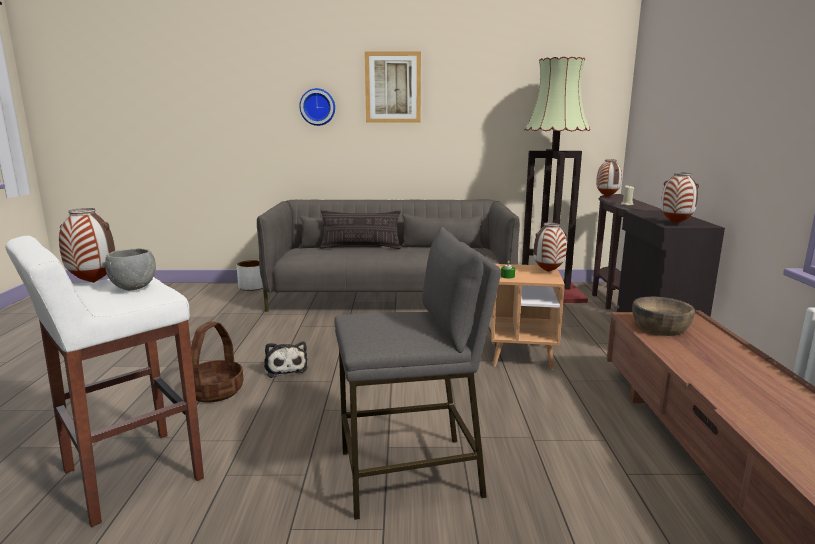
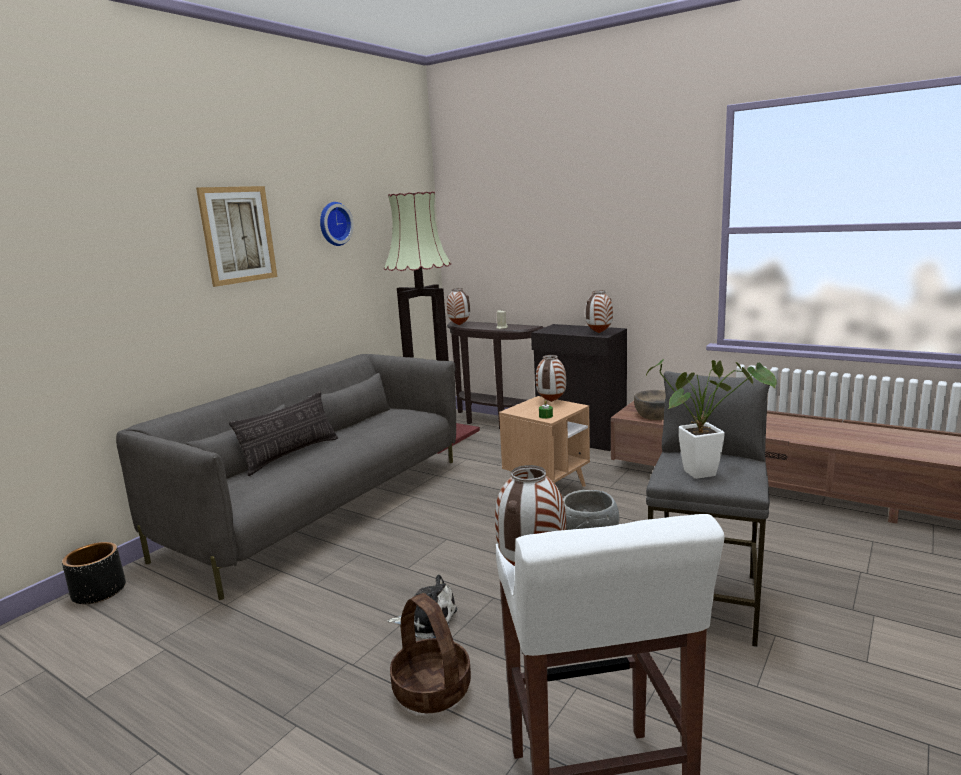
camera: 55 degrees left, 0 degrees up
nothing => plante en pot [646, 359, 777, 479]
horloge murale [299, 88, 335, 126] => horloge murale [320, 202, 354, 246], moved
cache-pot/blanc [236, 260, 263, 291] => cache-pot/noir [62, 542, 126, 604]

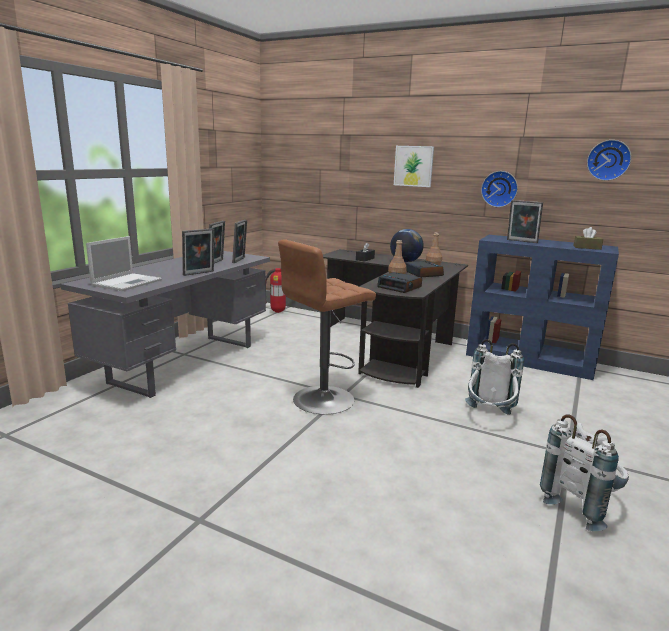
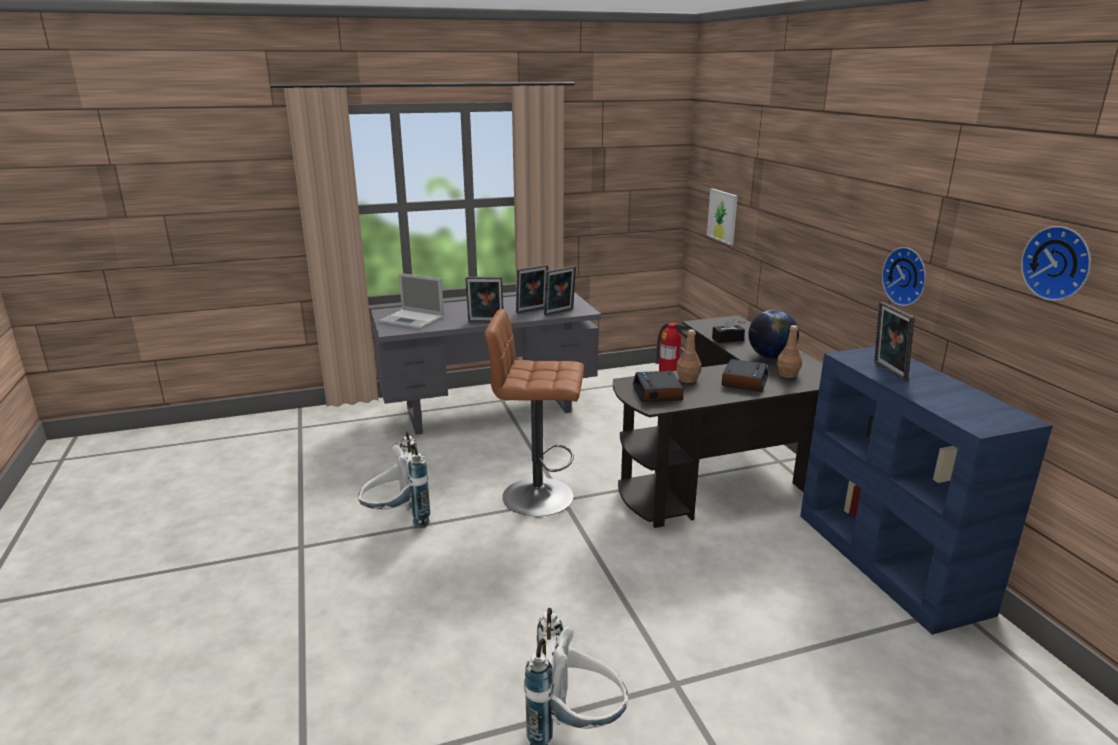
camera: 45 degrees right, 5 degrees up
boîte à mouchoirs/marron [573, 227, 603, 250] => nothing
tableau [394, 146, 434, 187] => tableau [707, 188, 738, 245], moved
sac à dos/blanc [465, 339, 524, 415] => sac à dos/blanc [358, 432, 430, 528], moved
ordinateur portable [86, 236, 162, 291] => ordinateur portable [379, 273, 444, 329], 45 degrees clockwise

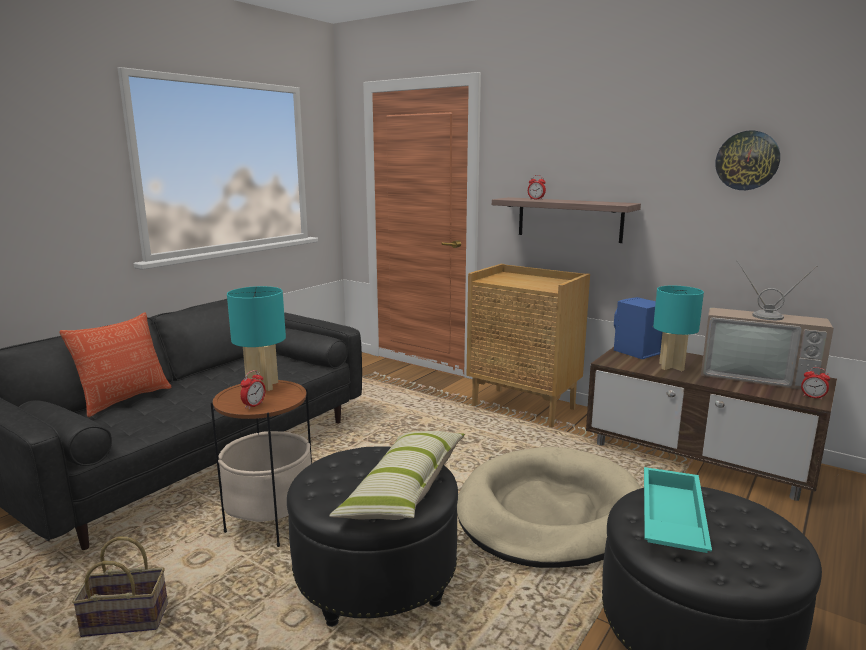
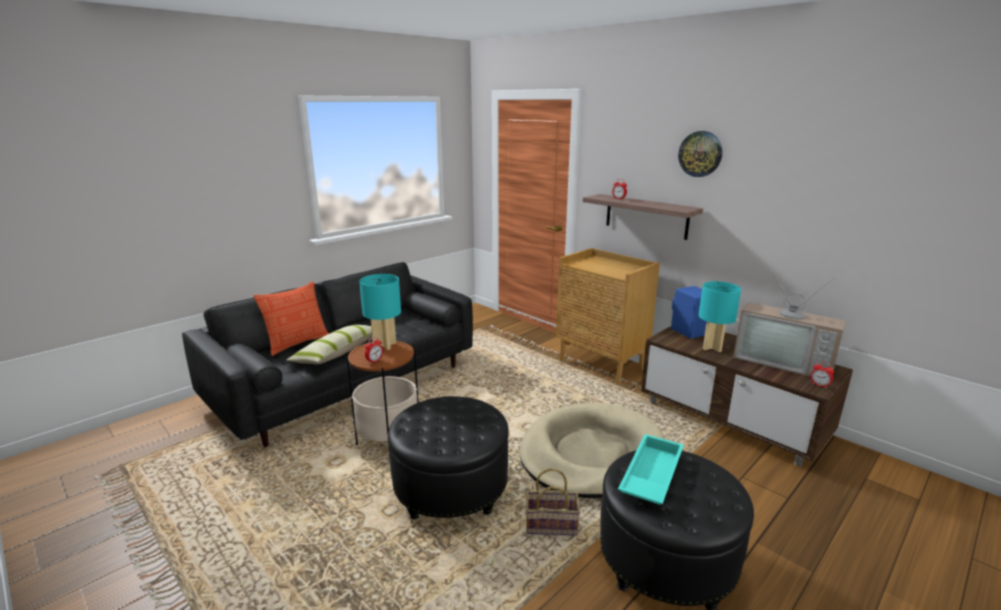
camera: 10 degrees right, 5 degrees up
panier [72, 536, 168, 637] => panier [526, 468, 580, 535], moved
coussin [329, 431, 465, 520] => coussin [286, 325, 372, 364], moved
horloge murale [715, 131, 780, 190] => horloge murale [678, 131, 722, 177], moved

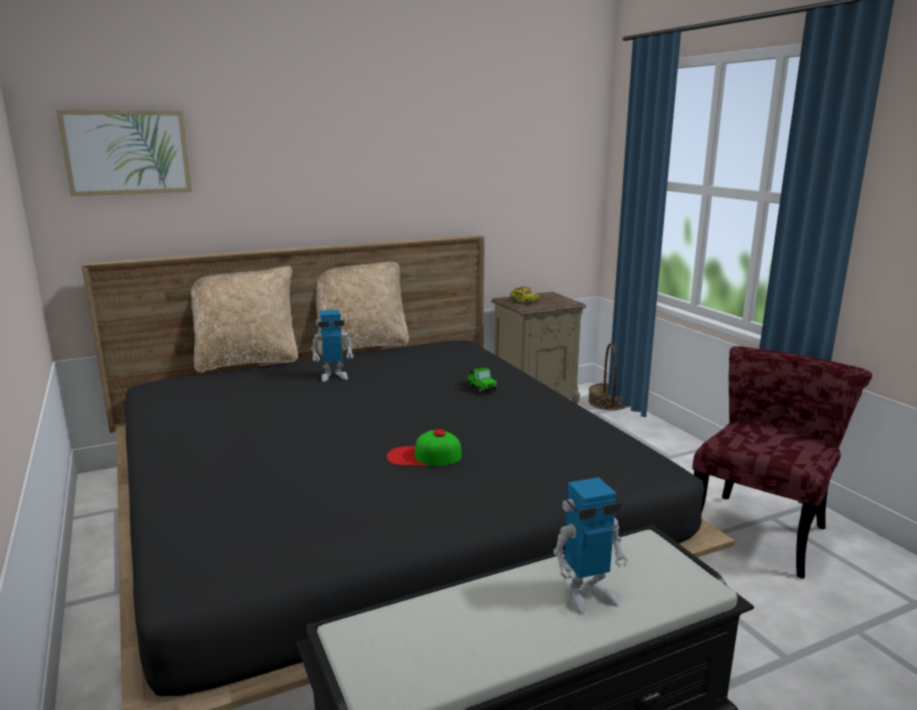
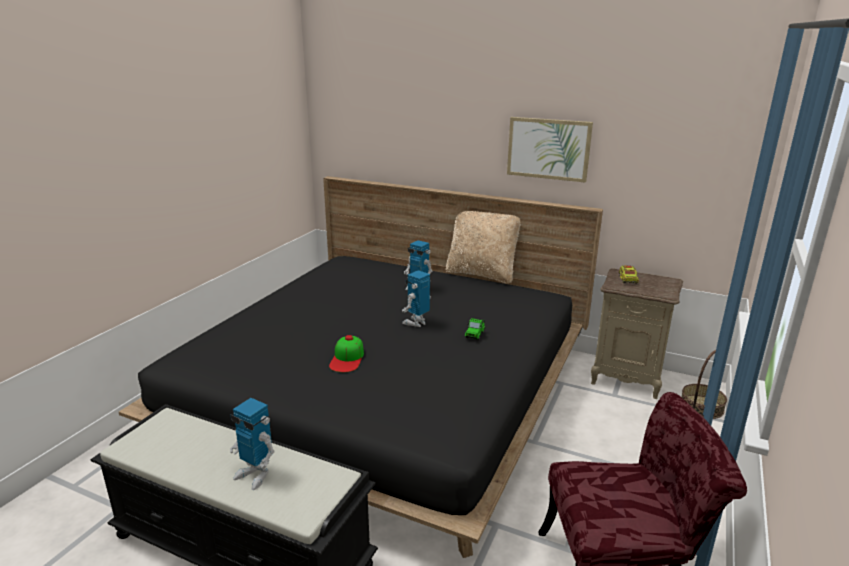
camera: 50 degrees right, 5 degrees up
coussin/beige [191, 266, 298, 372] => nothing
nothing => robot jouet [402, 270, 431, 327]
tableau [56, 110, 192, 196] => tableau [507, 117, 593, 182], moved
casquette [387, 429, 462, 466] => casquette [329, 335, 364, 372], 135 degrees counterclockwise

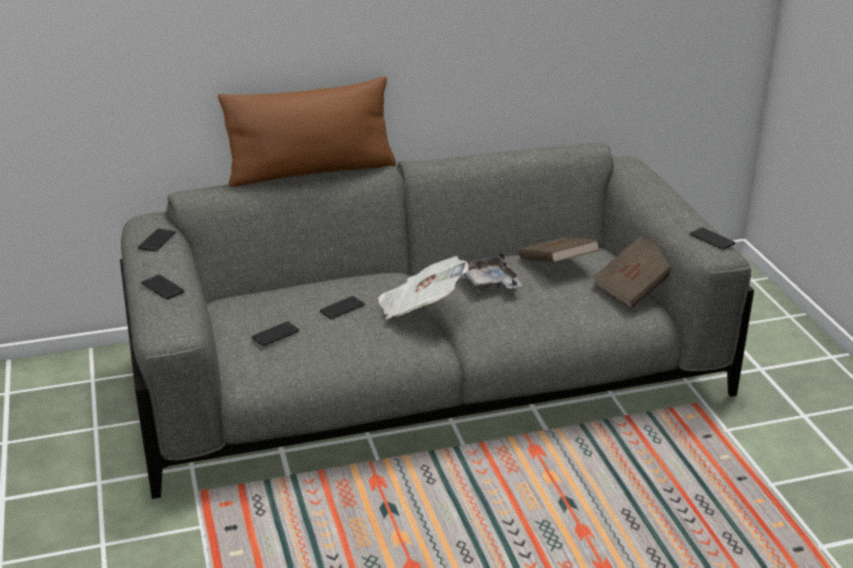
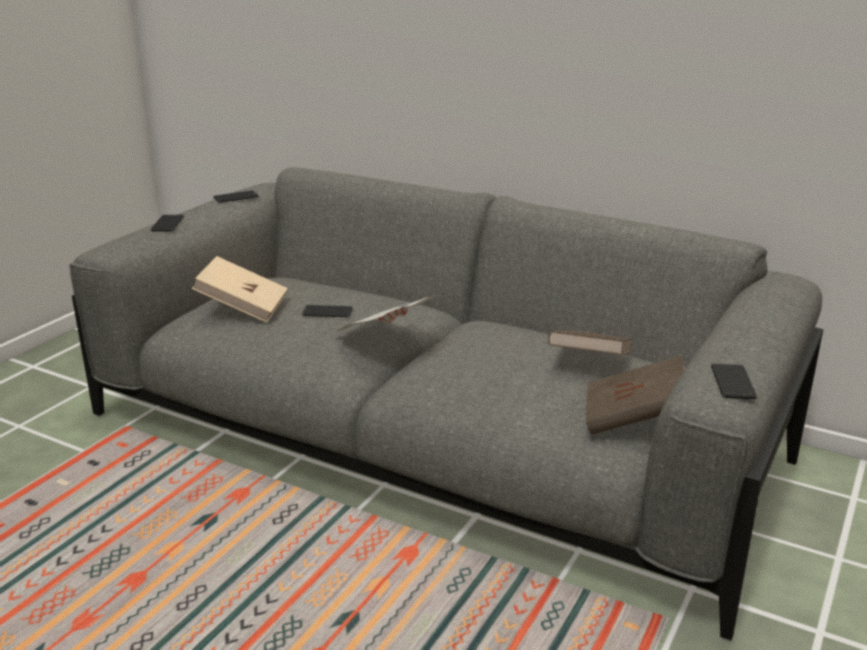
camera: 45 degrees right, 5 degrees down
coussin/marron [218, 77, 396, 187] => nothing
plateau/gris [464, 252, 523, 291] => nothing
téléphone [252, 322, 300, 346] => livre/beige [192, 256, 288, 323]

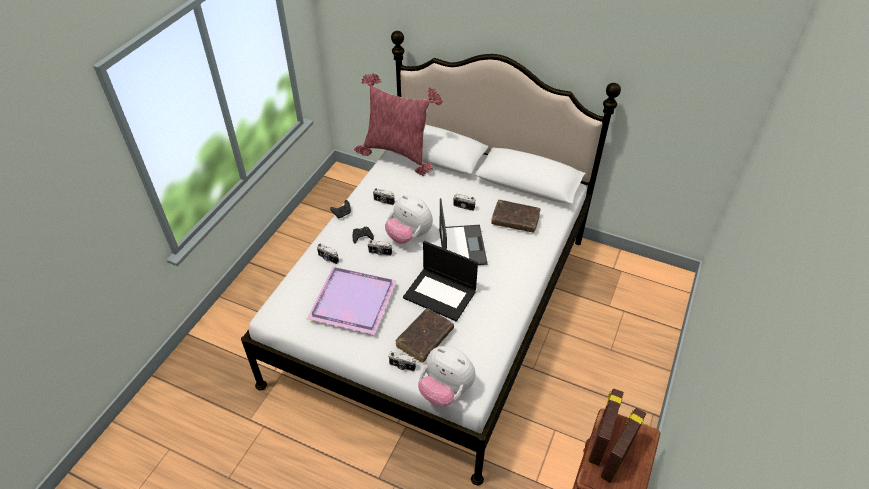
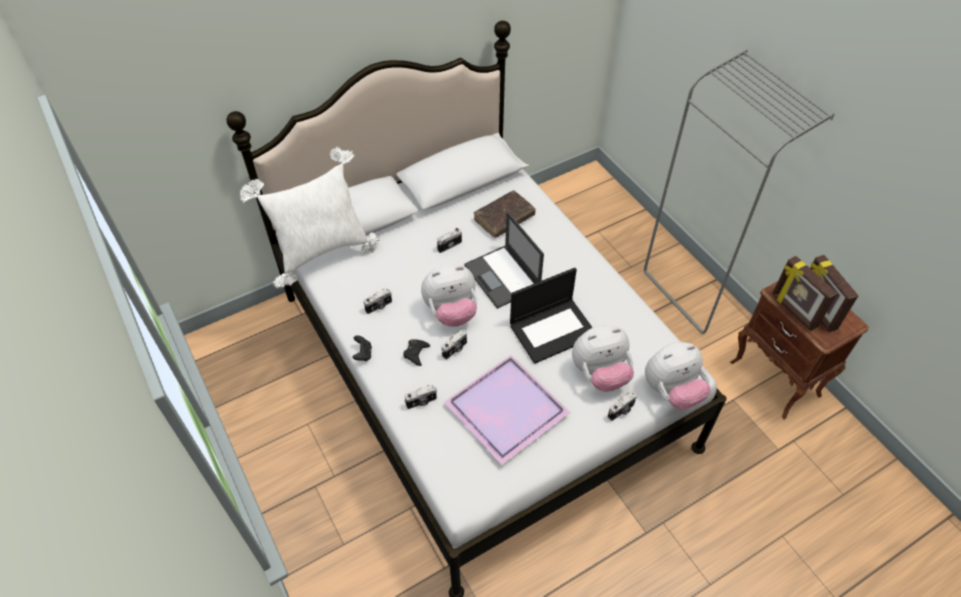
camera: 55 degrees left, 5 degrees up
nothing => portant/gris [644, 49, 835, 334]
livre/marron [395, 308, 454, 363] => peluche [572, 325, 634, 391]
coussin/rouge [354, 74, 443, 176] => coussin/blanc [240, 146, 380, 288]
ordinateur portable [439, 198, 488, 265] => ordinateur portable [464, 211, 544, 309], 150 degrees counterclockwise

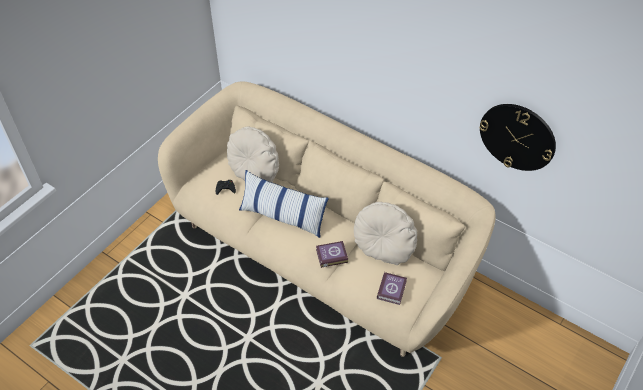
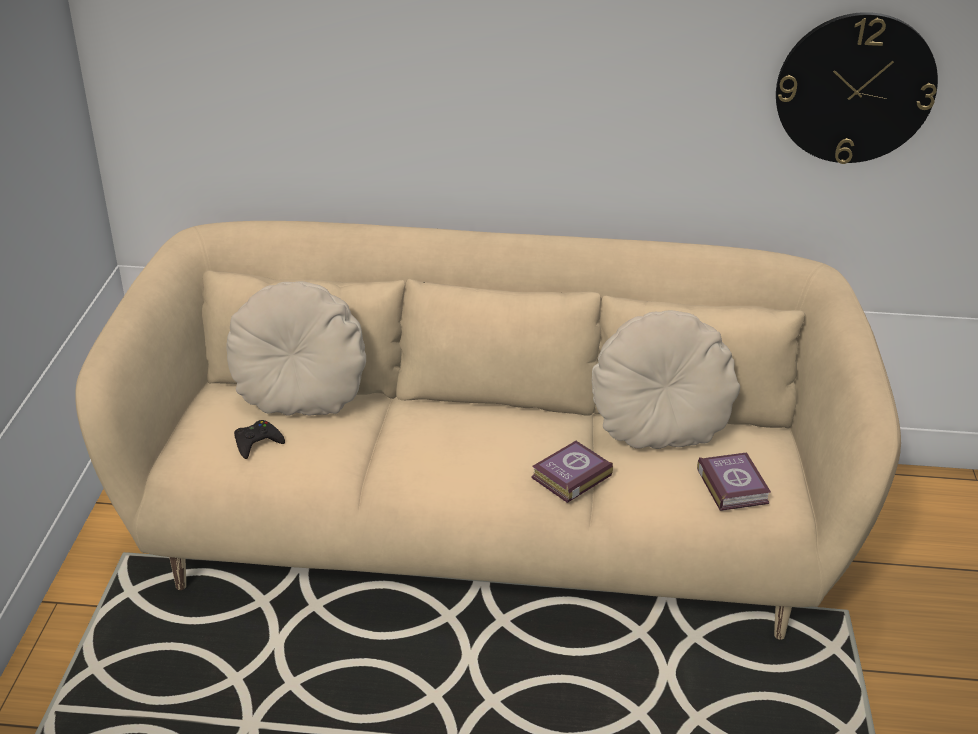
camera: 30 degrees left, 15 degrees down
coussin [239, 170, 329, 238] => nothing

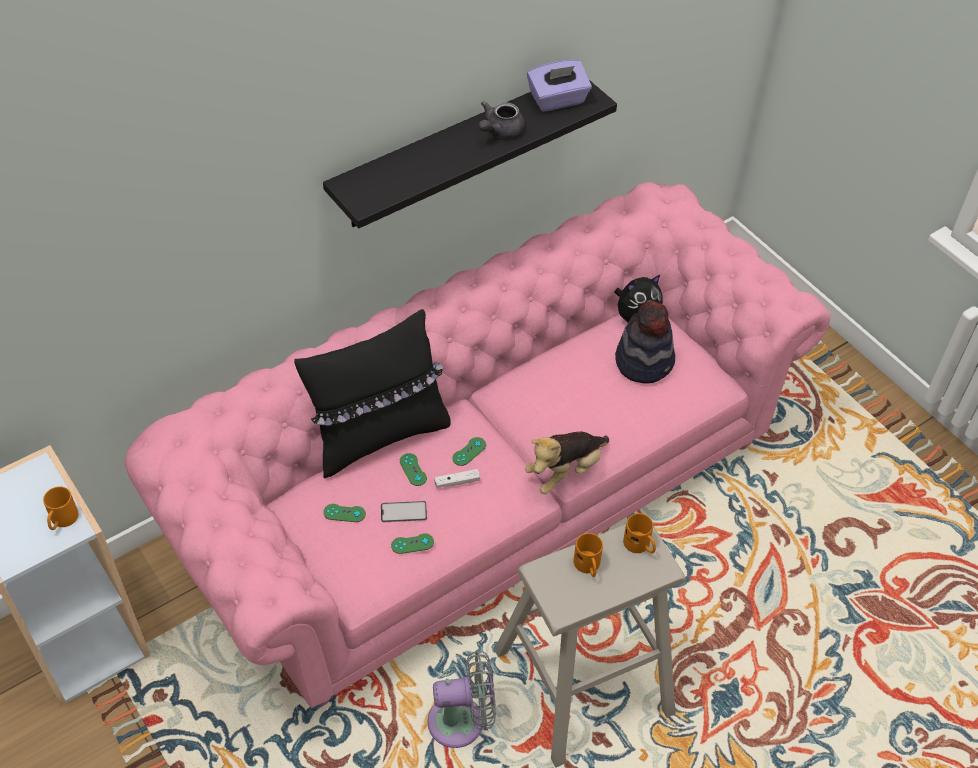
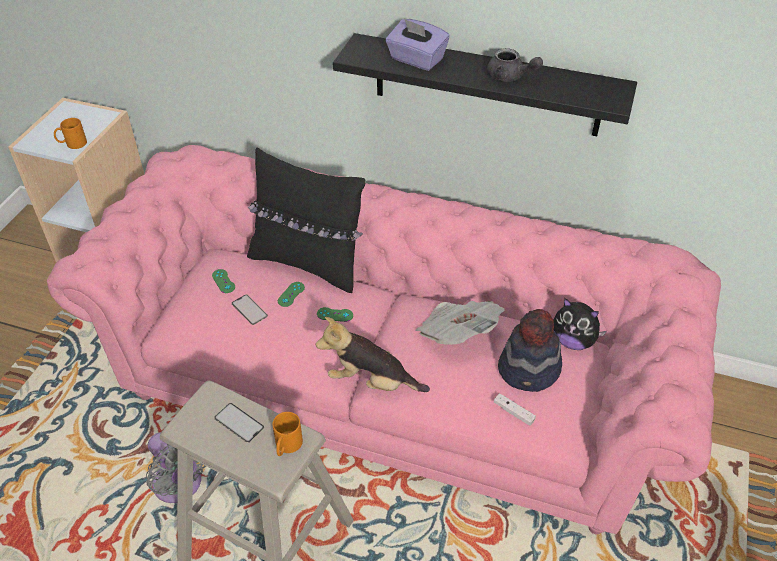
camera: 55 degrees right, 5 degrees down
manette/vert [391, 533, 434, 554] => nothing
nothing => journal [415, 301, 505, 345]
manette/blanc [434, 469, 480, 488] => manette/blanc [494, 393, 536, 426], moved
boîte à mouchoirs/violet [527, 60, 592, 112] => boîte à mouchoirs/violet [386, 19, 450, 71], moved
mug/orange [574, 533, 603, 577] => téléphone [214, 403, 264, 443]
théière/gris [479, 101, 525, 138] => théière/gris [487, 48, 543, 82], 150 degrees counterclockwise

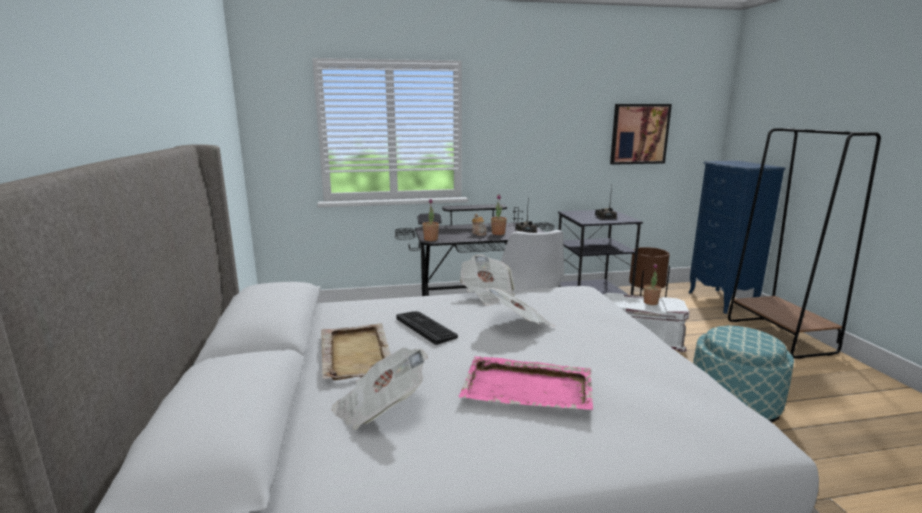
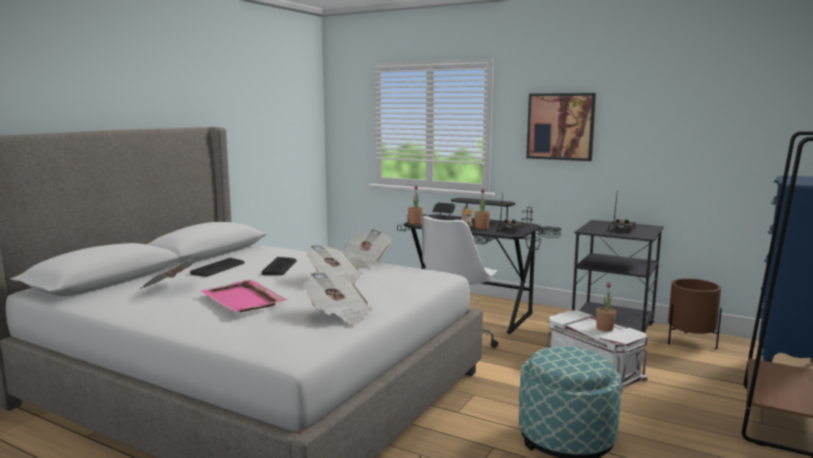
camera: 40 degrees right, 5 degrees down
nothing => journal [303, 272, 372, 325]
tableau [610, 104, 672, 165] => tableau [526, 93, 596, 161], moved
plateau/beige [321, 323, 390, 380] => clavier [190, 258, 245, 277]

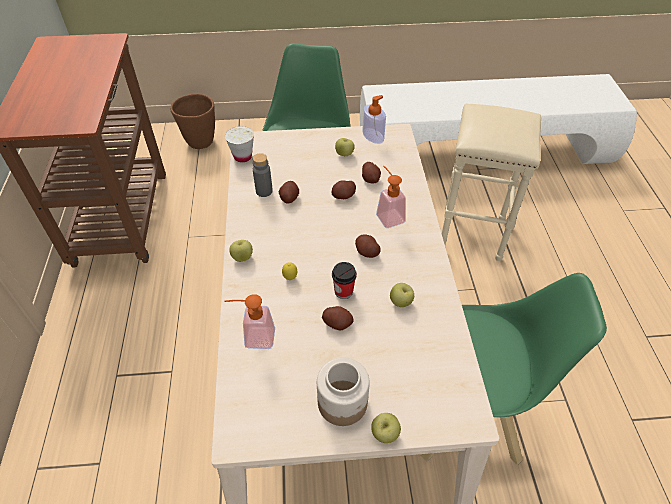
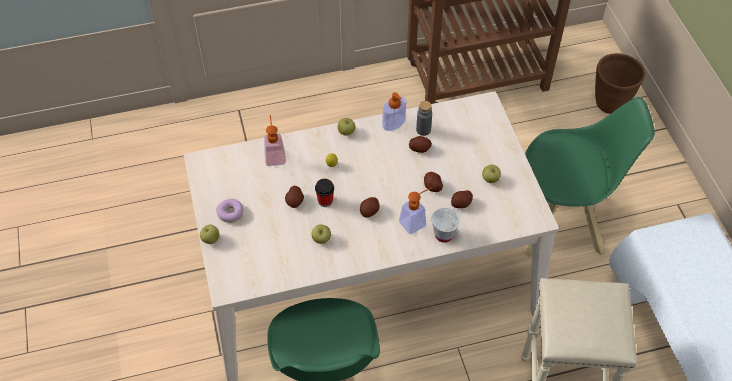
camera: 80 degrees right, 5 degrees up
tasse/blanc [225, 126, 254, 162] => tasse/blanc [431, 208, 461, 242], moved
distributeur de savon [362, 95, 386, 144] => distributeur de savon [382, 92, 406, 131], moved
bocal [317, 357, 370, 426] => beignet [216, 199, 244, 223]

